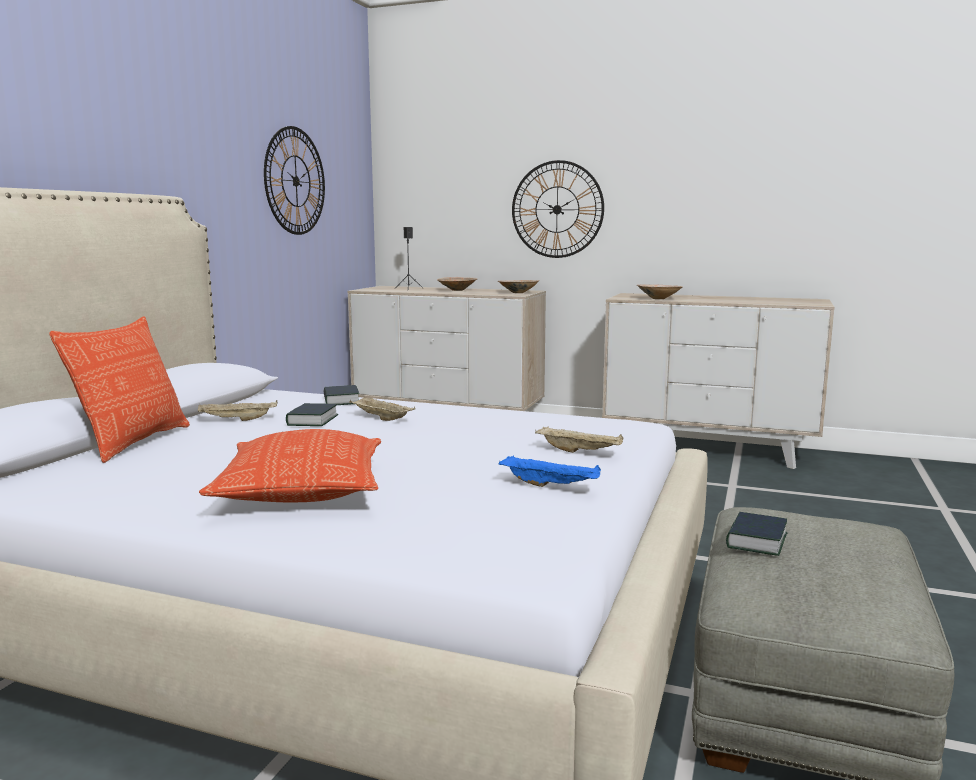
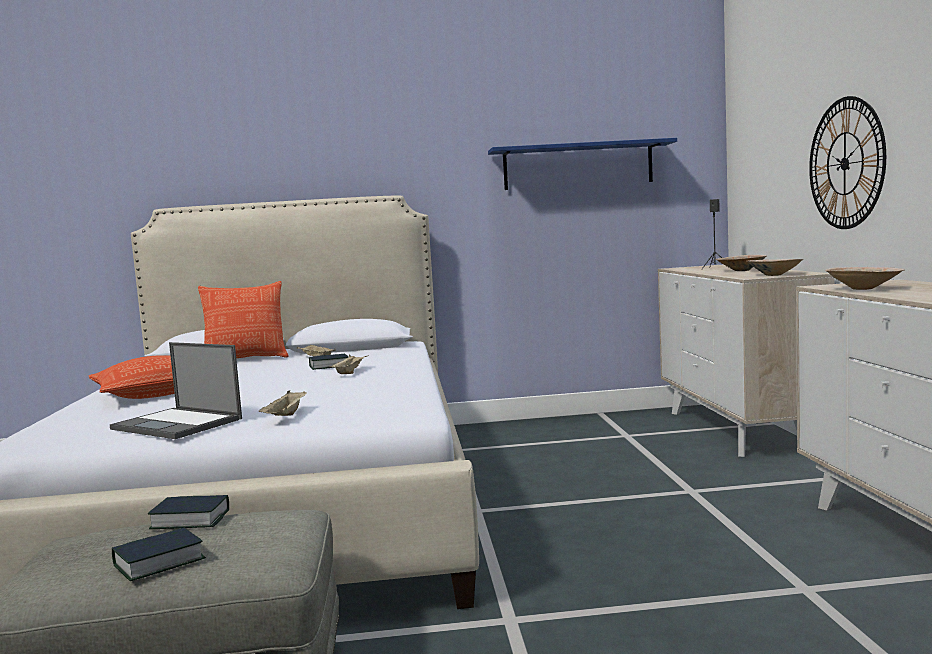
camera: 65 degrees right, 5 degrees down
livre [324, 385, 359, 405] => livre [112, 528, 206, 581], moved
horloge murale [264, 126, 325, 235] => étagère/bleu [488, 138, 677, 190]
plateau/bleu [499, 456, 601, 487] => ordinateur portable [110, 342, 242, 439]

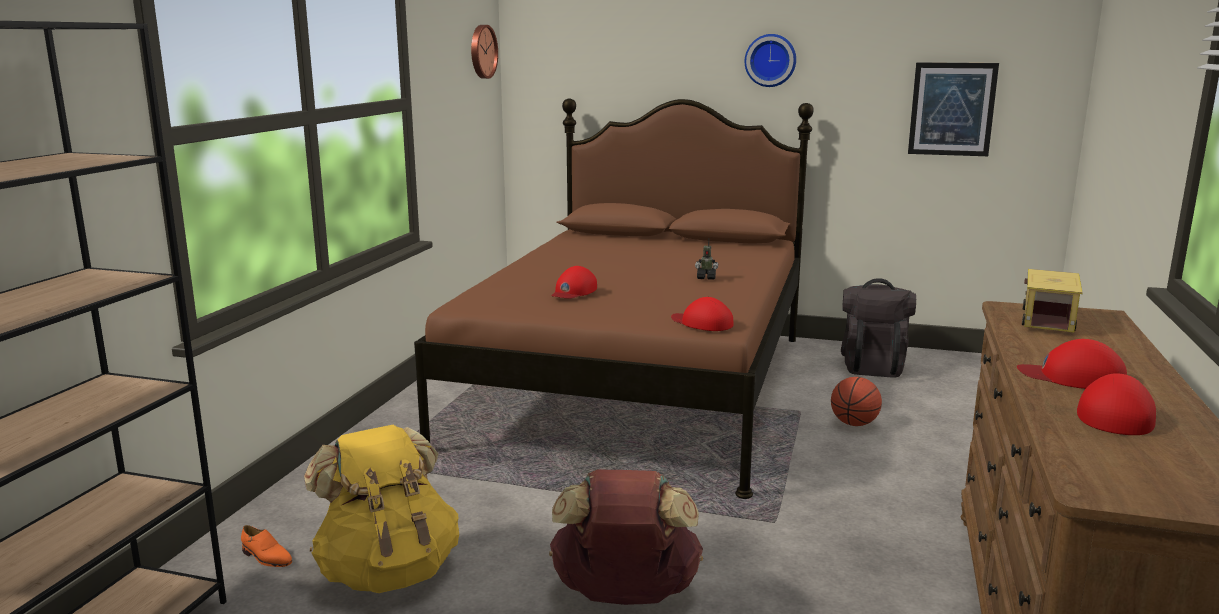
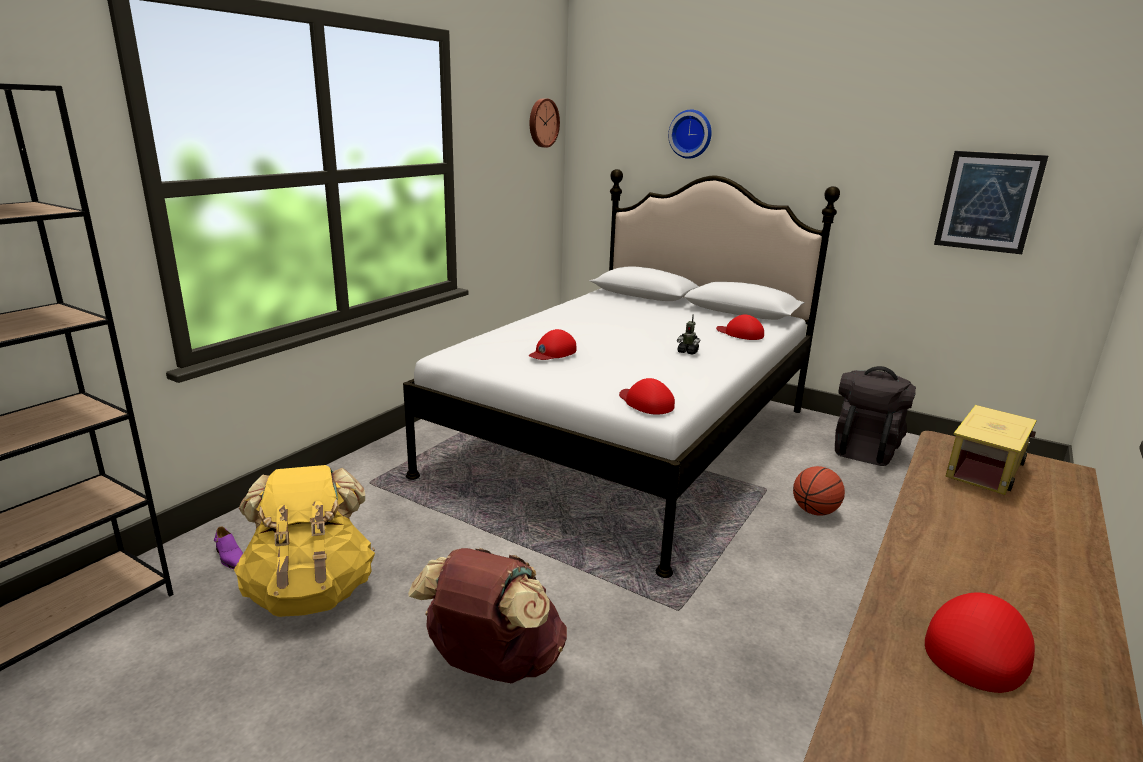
camera: 15 degrees right, 5 degrees up
horloge murale [745, 34, 796, 87] => horloge murale [668, 110, 712, 159], moved
casquette/rouge [1017, 339, 1127, 389] => casquette/rouge [716, 315, 764, 340], moved
chaussure/orange [241, 525, 292, 567] => chaussure/violet [214, 526, 243, 569]
lit/marron [414, 99, 814, 499] => lit/blanc [403, 169, 840, 578]

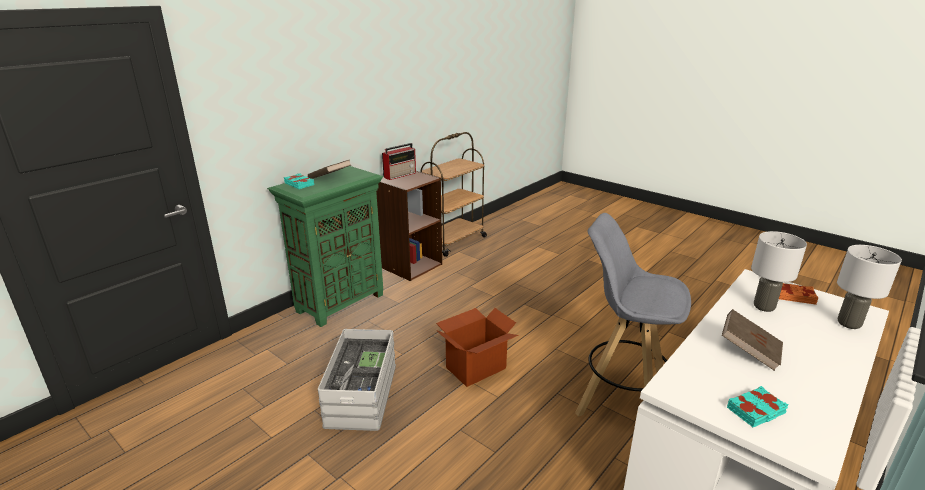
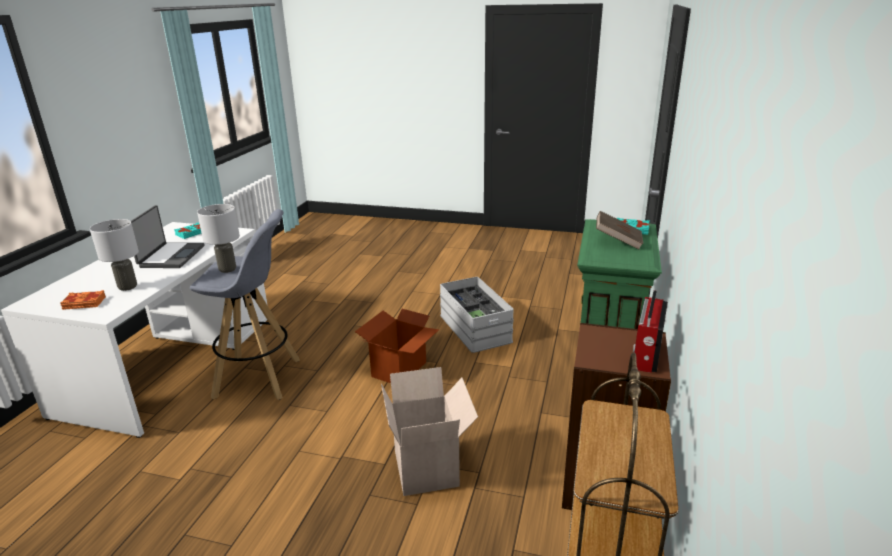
camera: 155 degrees right, 0 degrees up
nothing => carton [381, 367, 478, 496]
lampe de table/blanc [837, 245, 902, 329] => lampe de table/blanc [197, 204, 240, 273], moved
livre/marron [722, 309, 783, 371] => ordinateur portable [131, 205, 205, 268]

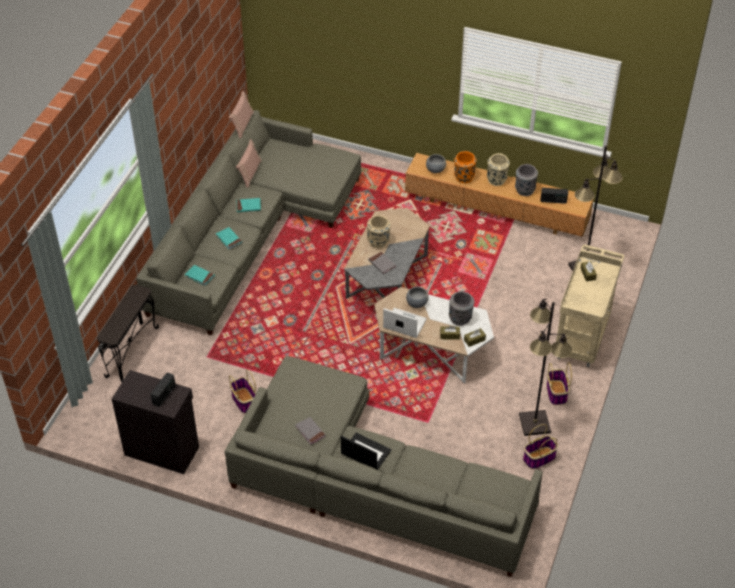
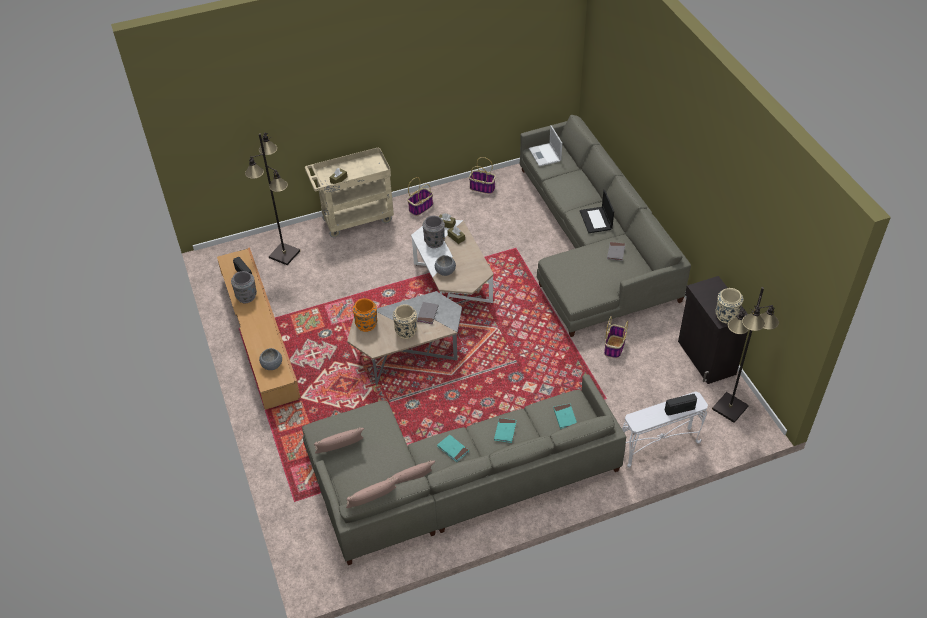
camera: 130 degrees left, 0 degrees up
nothing => coussin/beige [314, 427, 364, 454]
radio [151, 373, 176, 407] => radio [665, 394, 697, 416], moved
ordinateur portable [383, 308, 427, 338] => ordinateur portable [529, 125, 562, 166], moved
vase/orange [454, 151, 477, 183] => vase/orange [353, 298, 377, 332], moved
vase/beige [487, 153, 510, 186] => vase/beige [715, 288, 744, 324], moved
lampadaire/noir [519, 298, 573, 436] => lampadaire/noir [712, 287, 779, 423], moved
table d'appoint/noir [97, 285, 159, 383] => table d'appoint/blanc [622, 391, 708, 467]

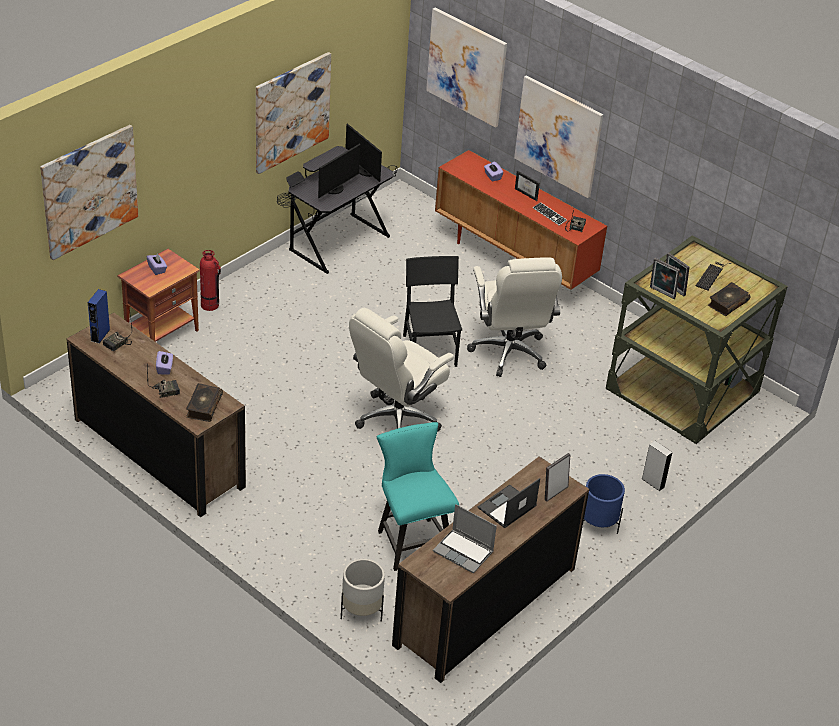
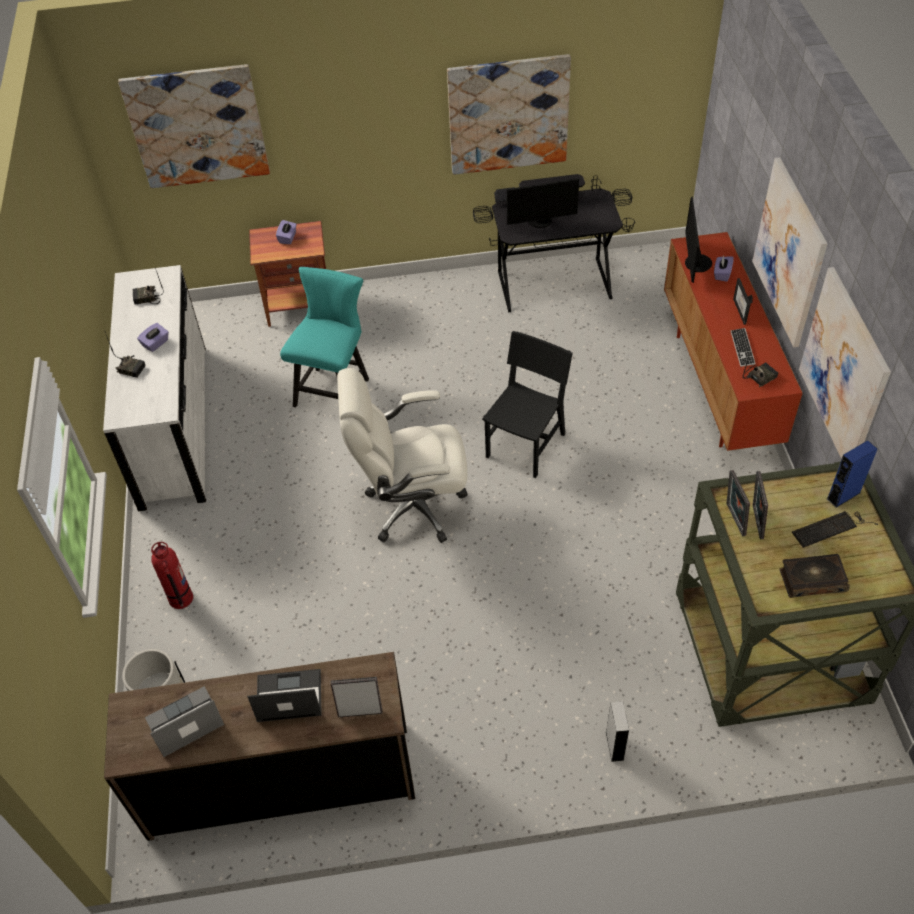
camera: 45 degrees right, 10 degrees up
livre [186, 383, 223, 422] => nothing
chaise de bureau/blanc [467, 257, 562, 377] => nothing
cache-pot/bleu [584, 474, 625, 534] => nothing
enceinte/bleu [88, 289, 110, 344] => enceinte/bleu [827, 440, 877, 508], moved
extincteur [200, 250, 221, 311] => extincteur [151, 542, 193, 609], moved
écran d'ordinateur [346, 124, 382, 182] => écran d'ordinateur [685, 196, 712, 283], moved
chaise/turquoise [377, 422, 459, 571] => chaise/turquoise [280, 267, 369, 407], moved
tableau [426, 8, 507, 128] => tableau [799, 267, 891, 459], moved
commode/marron [67, 313, 246, 518] => commode/blanc [103, 265, 206, 511]
ordinateur portable [433, 504, 497, 574] => ordinateur portable [145, 686, 224, 757], 75 degrees clockwise

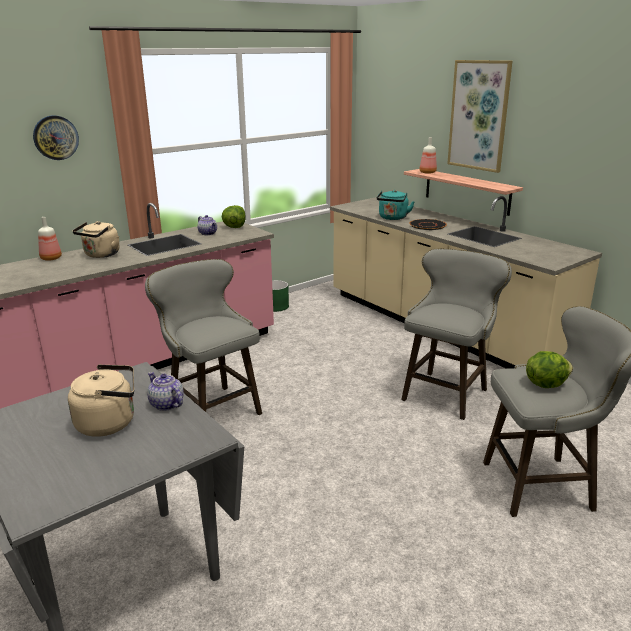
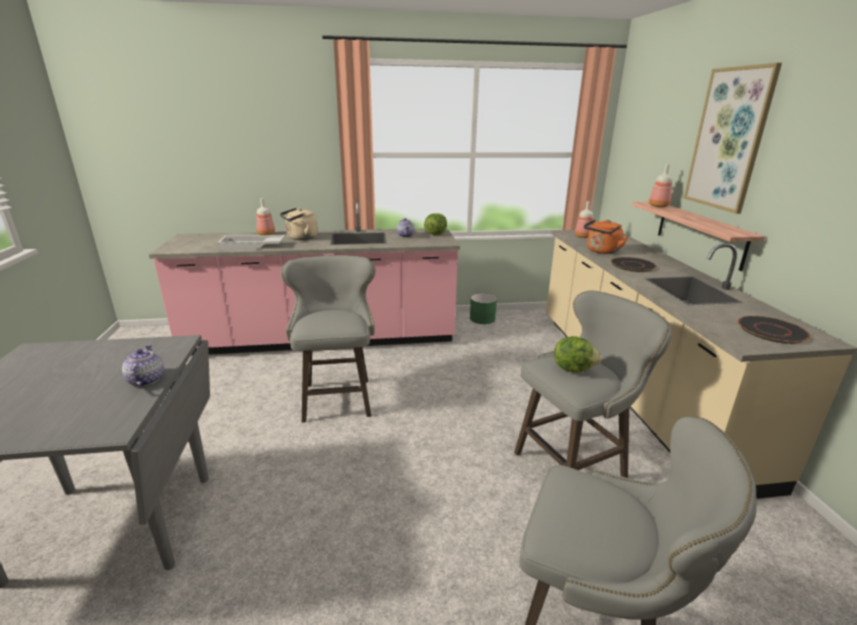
camera: 30 degrees right, 0 degrees up
horloge murale [33, 115, 79, 160] => nothing
bouilloire/beige [68, 364, 134, 437] => nothing
nothing => plateau/blanc [218, 235, 285, 250]
nothing => bouteille [575, 201, 593, 238]
nothing => assiette/noir [738, 316, 811, 344]
laitue [526, 351, 573, 388] => laitue [554, 336, 601, 373], moved
bouilloire/turquoise [377, 190, 415, 220] => bouilloire/orange [584, 219, 628, 254]

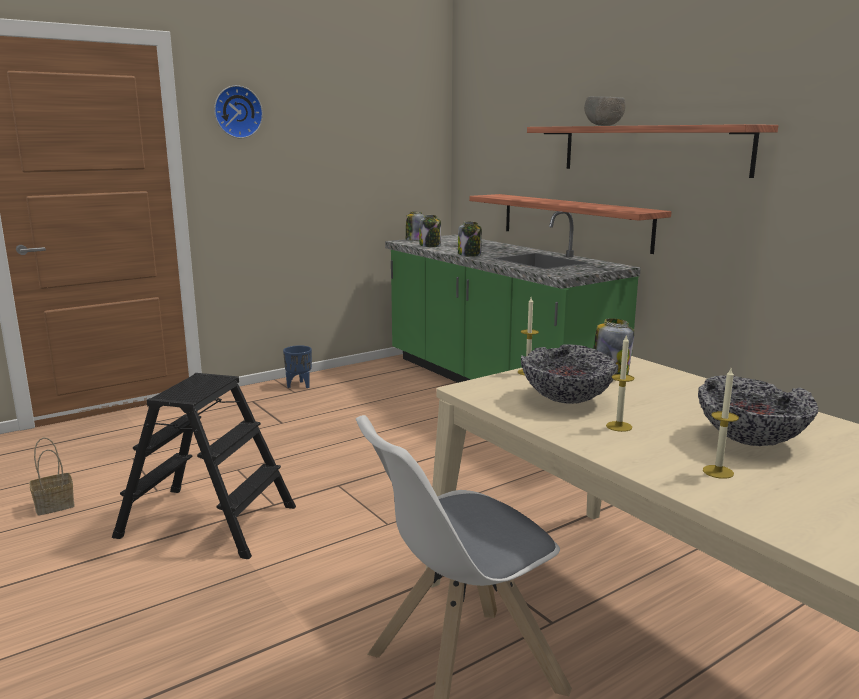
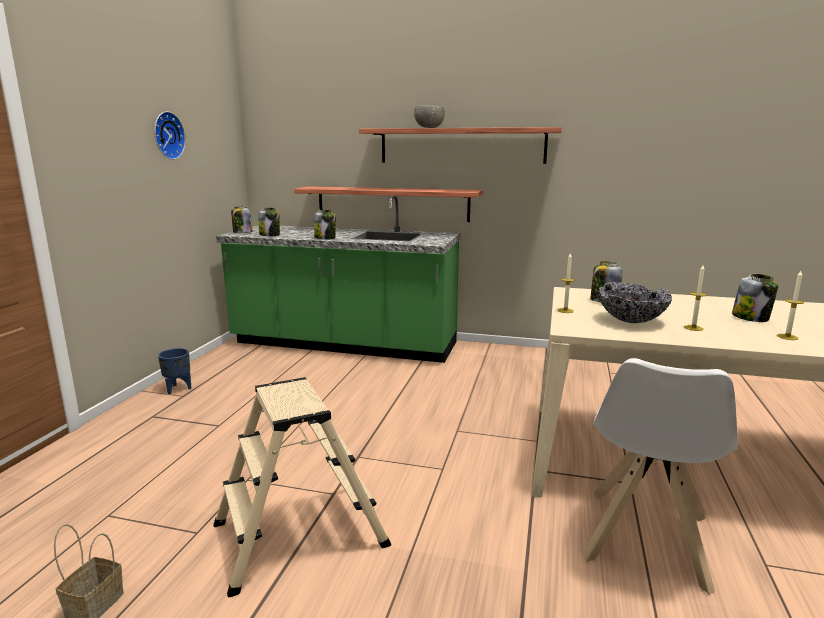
camera: 40 degrees left, 0 degrees up
horloge murale [214, 85, 263, 138] => horloge murale [154, 111, 186, 160], moved
bol [698, 376, 818, 446] => bocal [732, 274, 778, 322]
escabeau/noir [112, 373, 296, 559] => escabeau/beige [213, 377, 391, 597]

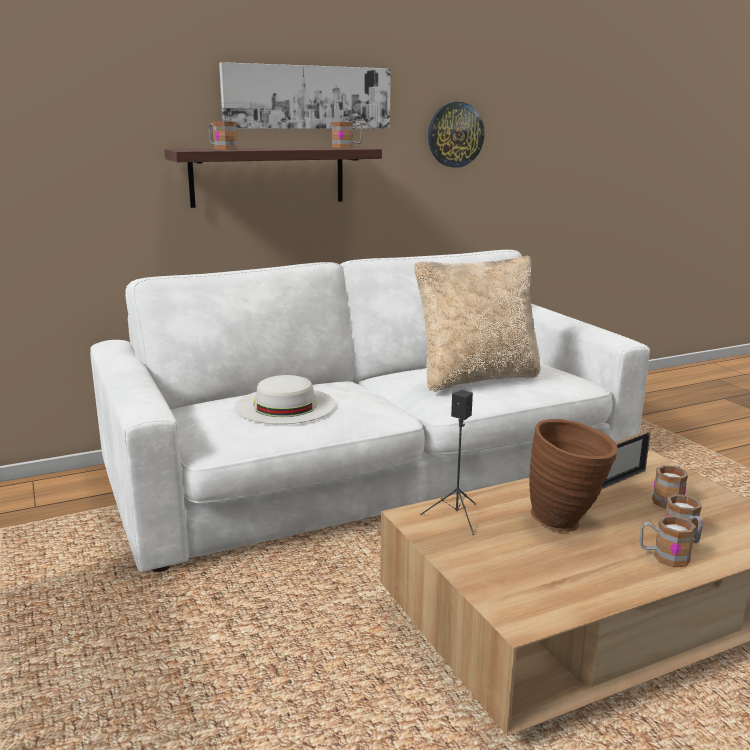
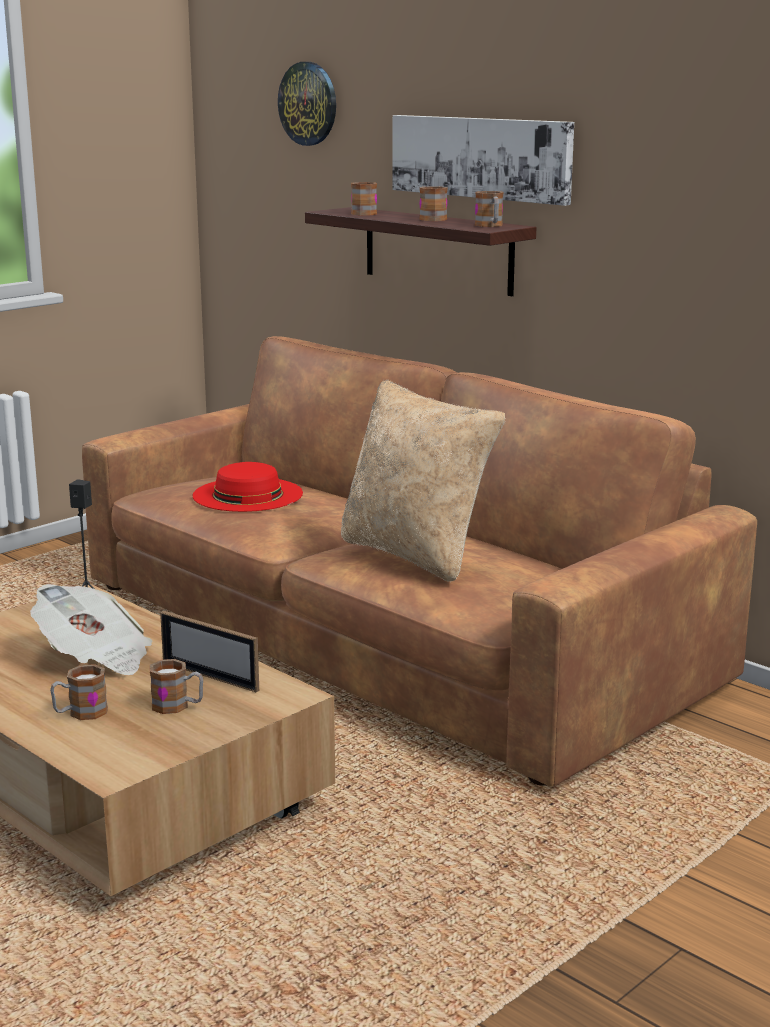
camera: 70 degrees right, 0 degrees up
horloge murale [428, 102, 484, 168] => horloge murale [278, 62, 336, 146], moved
mug [640, 515, 696, 567] => mug [419, 186, 448, 221], moved
vase/marron [529, 419, 618, 532] => journal [30, 584, 152, 675]
canapé/blanc [90, 250, 650, 572] => canapé/marron [82, 336, 757, 786]
chapeau/blanc [235, 375, 336, 424] => chapeau/rouge [193, 462, 303, 512]

